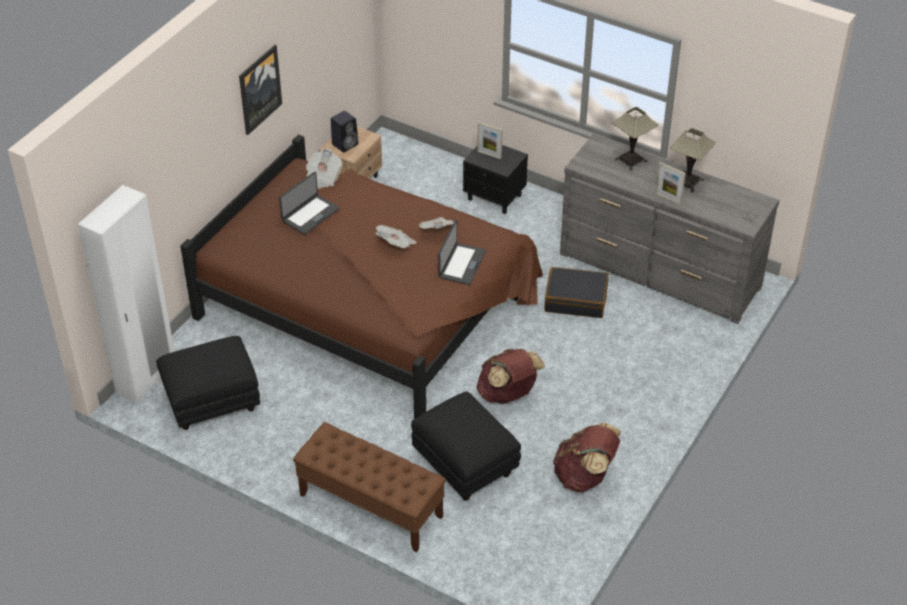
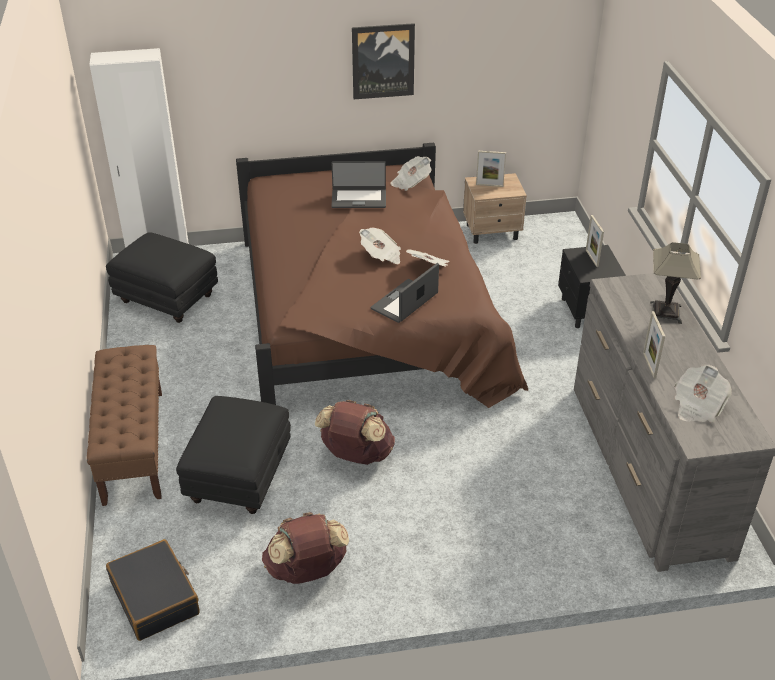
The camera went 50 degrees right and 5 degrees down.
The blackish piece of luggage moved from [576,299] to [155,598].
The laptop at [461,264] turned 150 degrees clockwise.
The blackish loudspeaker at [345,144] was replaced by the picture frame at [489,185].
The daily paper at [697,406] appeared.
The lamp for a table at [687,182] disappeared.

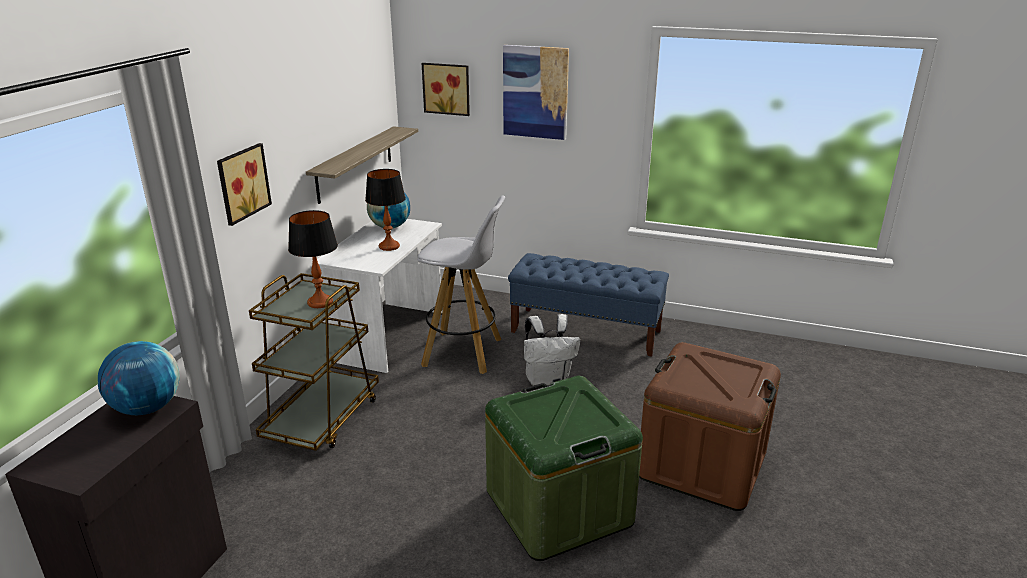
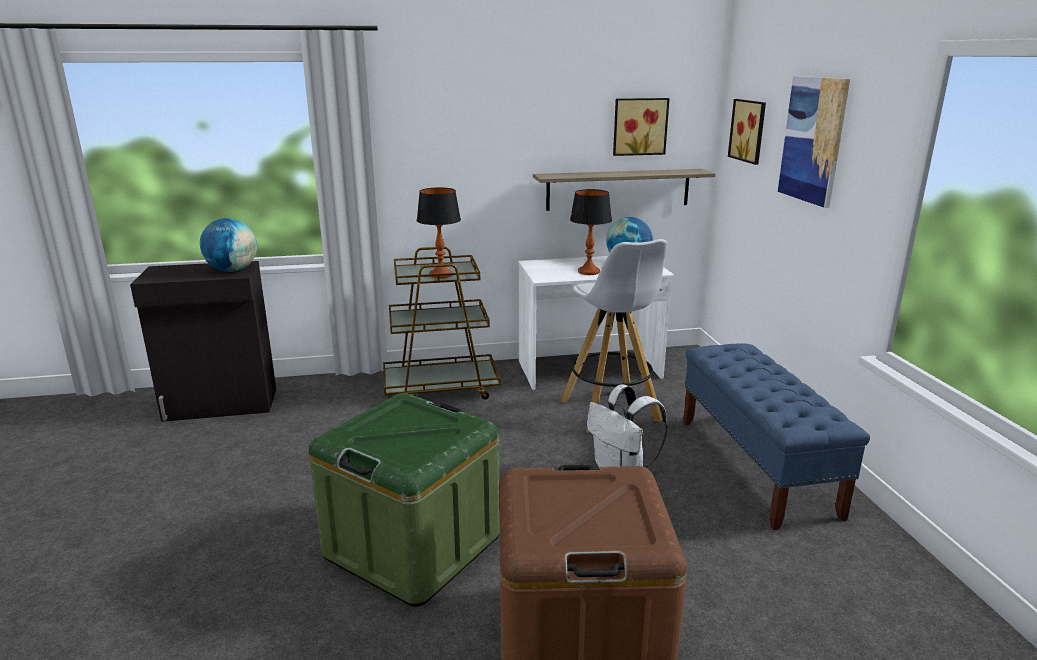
The camera went 60 degrees right and 5 degrees down.
The wall picture moved from [241,183] to [639,126].

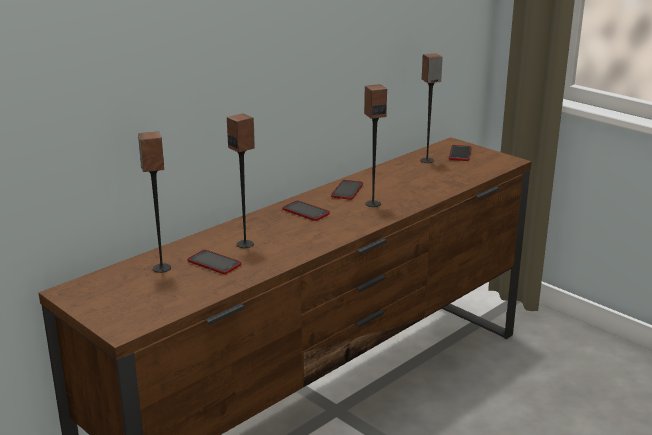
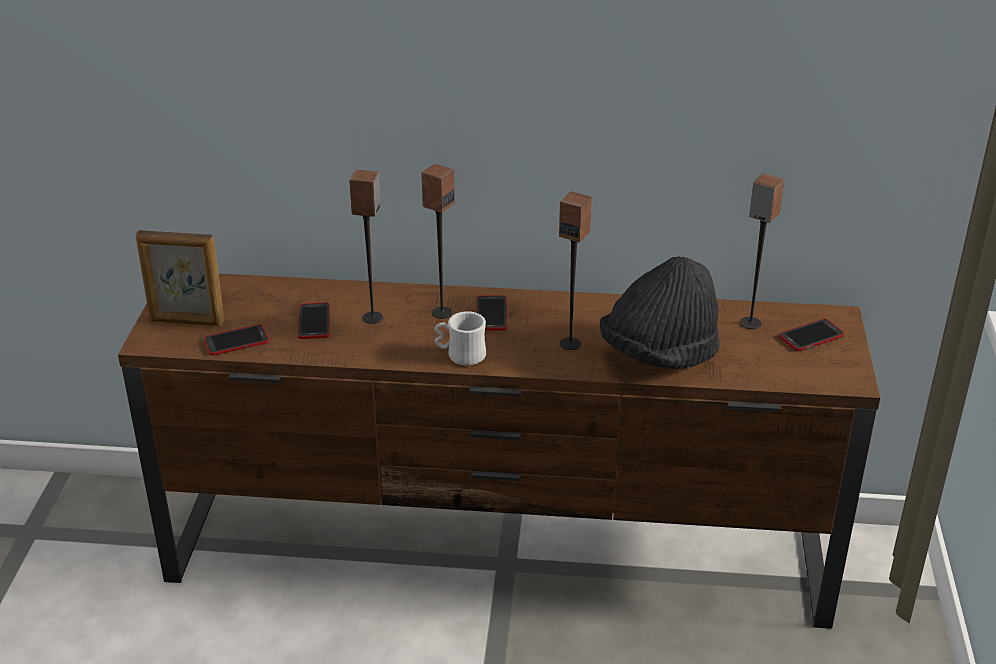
The camera went 50 degrees right and 10 degrees up.
The picture frame at [187,322] appeared.
The telephone moved from [347,190] to [236,341].
The loudspeaker moved from [161,268] to [441,312].
The whitish mug at [460,355] appeared.
The blackish wearable hat at [659,354] appeared.

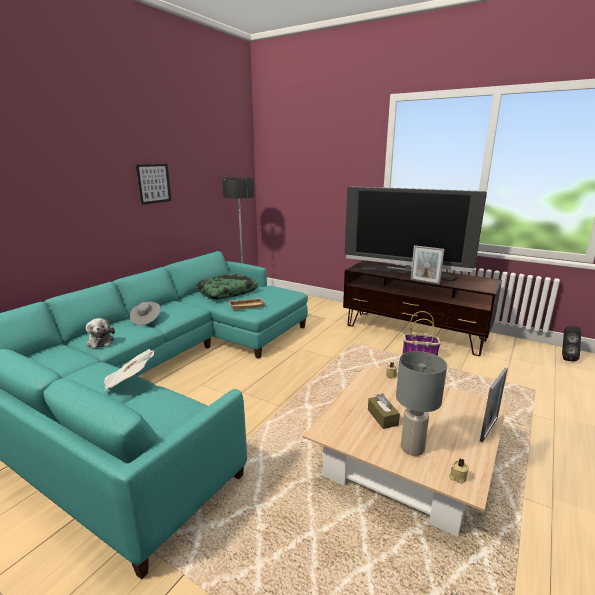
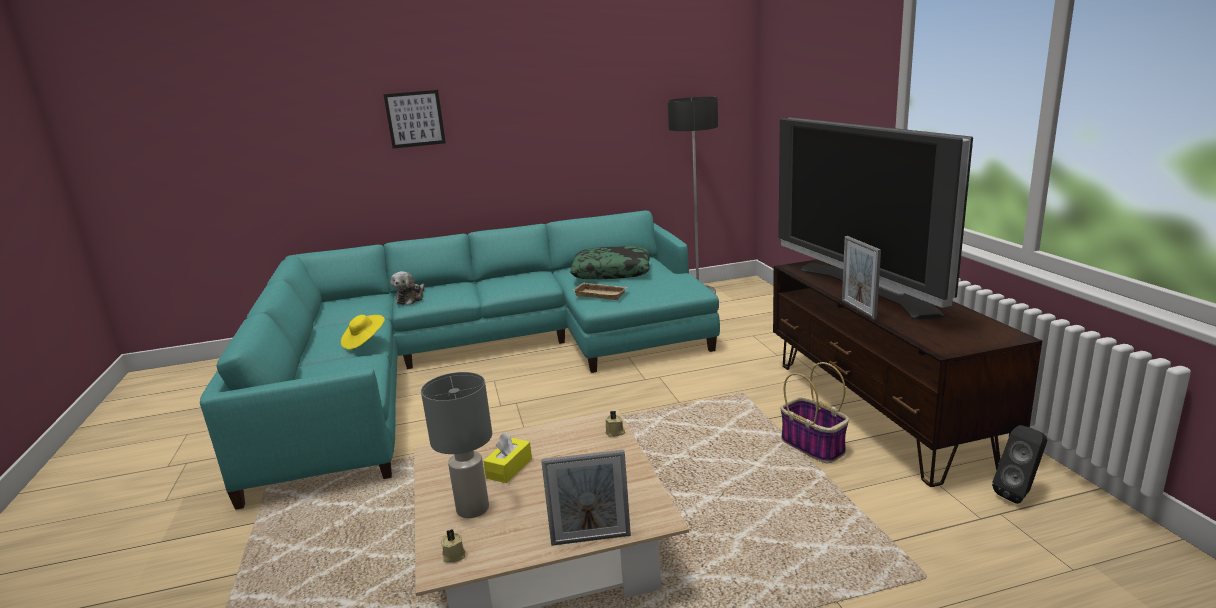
The camera went 45 degrees right and 0 degrees up.
The daily paper at [129,381] was replaced by the yellow-coloured wearable hat at [364,341].
The wall picture moved from [153,183] to [415,119].
The brown-coloured tissue holder at [382,417] became the yellow-coloured tissue holder at [509,468].
The blackish loudspeaker moved from [565,357] to [1019,494].
The gray wearable hat at [146,319] disappeared.

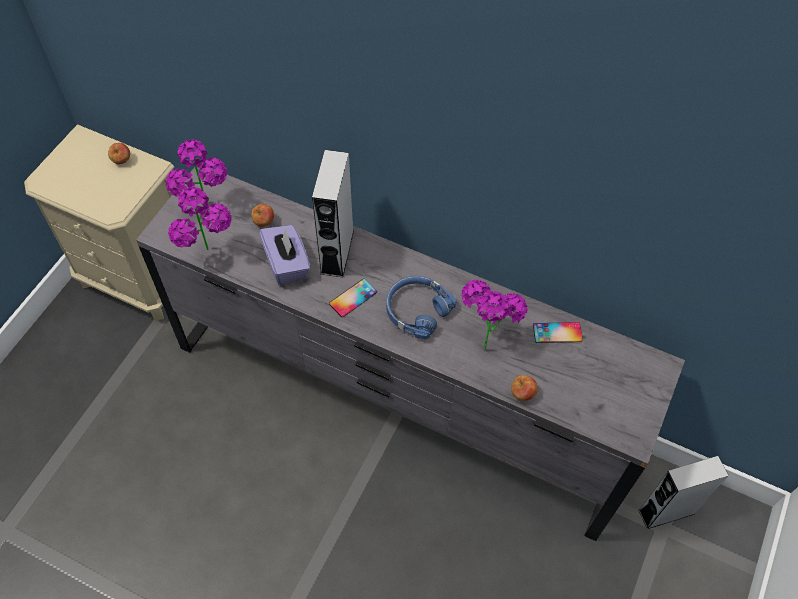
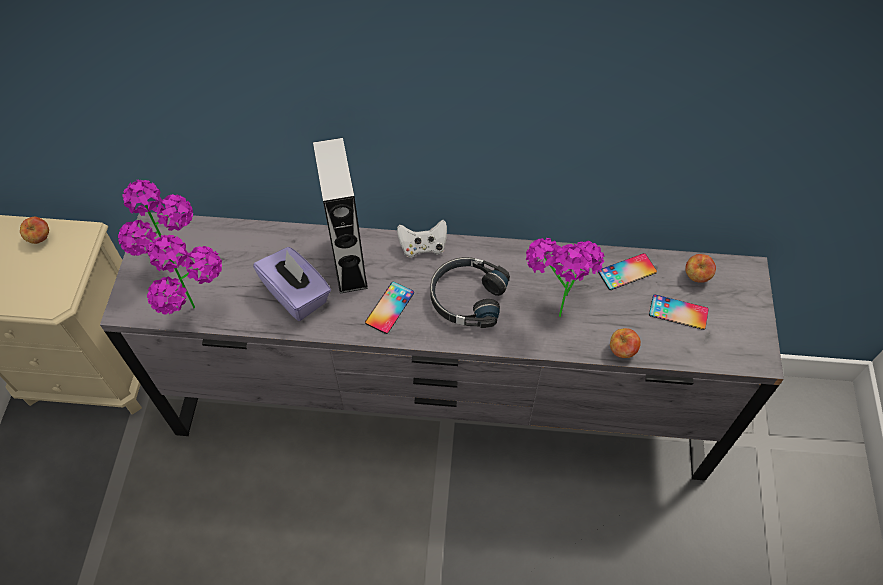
The camera went 20 degrees left and 0 degrees up.
The whitish gamepad at [423,247] appeared.
The bluish pair of headphones at [416,310] became the blackish pair of headphones at [466,297].
The telephone at [678,312] appeared.
The apple moved from [264,222] to [696,276].
The gray loudspeaker at [666,512] disappeared.

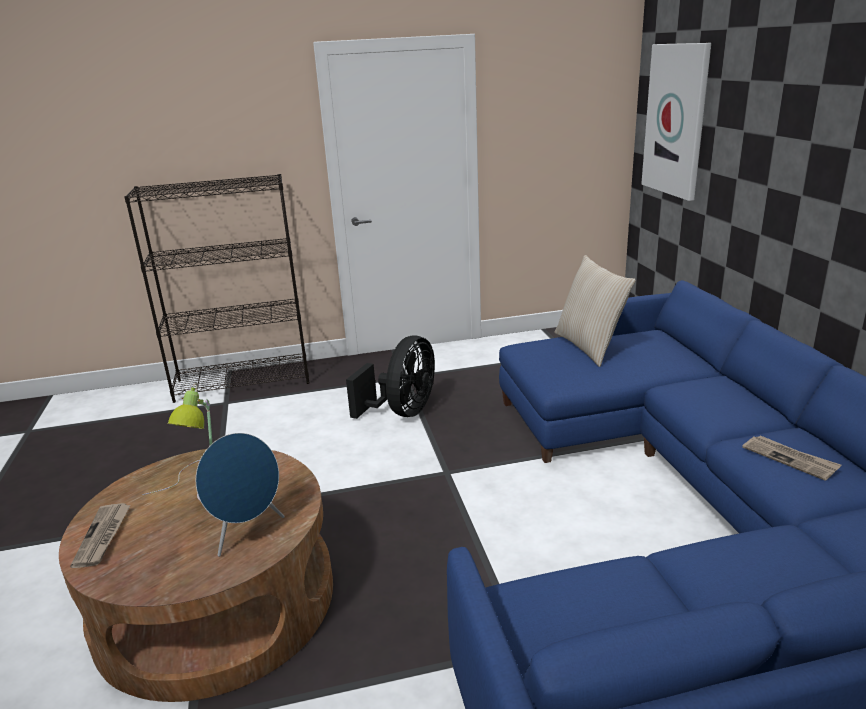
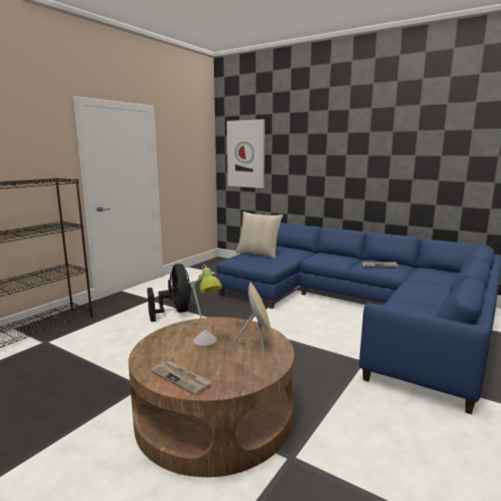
The camera went 45 degrees left and 10 degrees down.
The bluish loudspeaker at [248,532] became the beige-coloured loudspeaker at [257,344].

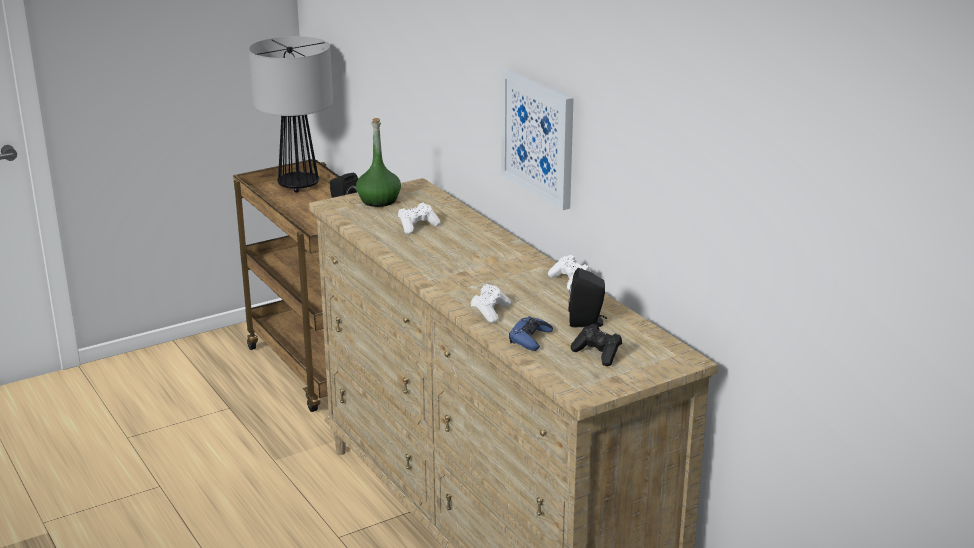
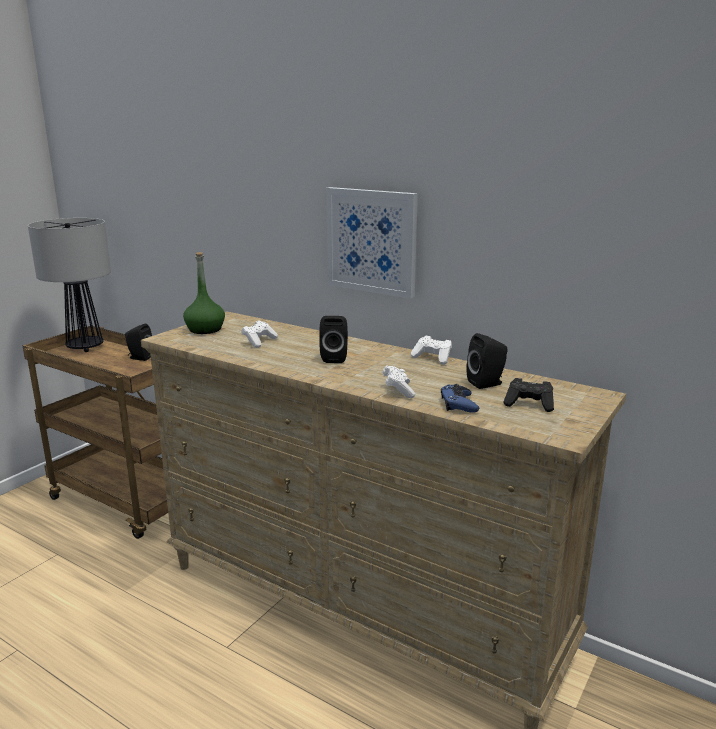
The camera went 25 degrees left and 5 degrees down.
The blackish loudspeaker at [335,358] appeared.

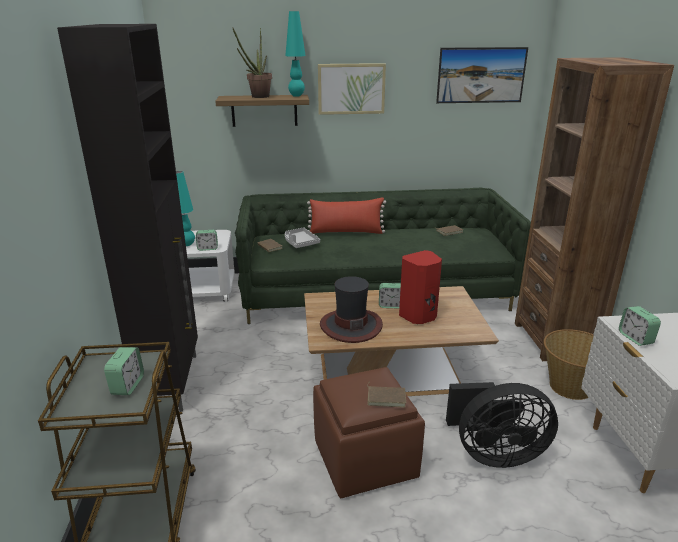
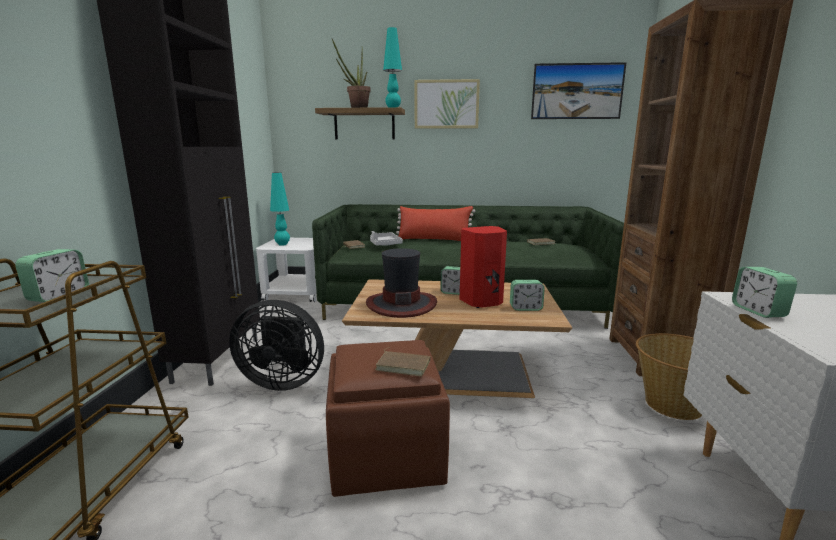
The camera went 10 degrees right and 10 degrees down.
The blackish fan moved from [494,453] to [282,381].
The table clock moved from [207,248] to [525,308].

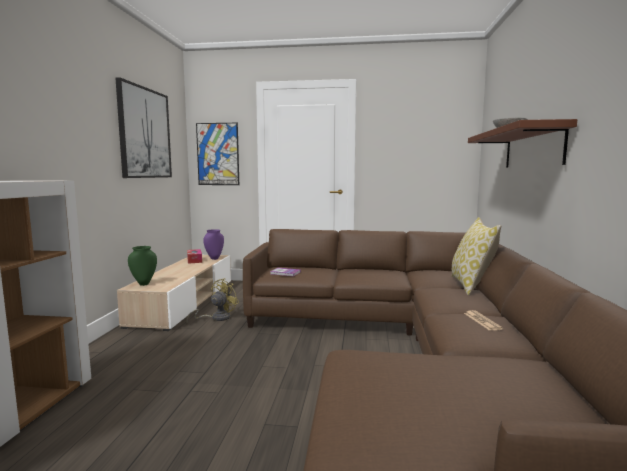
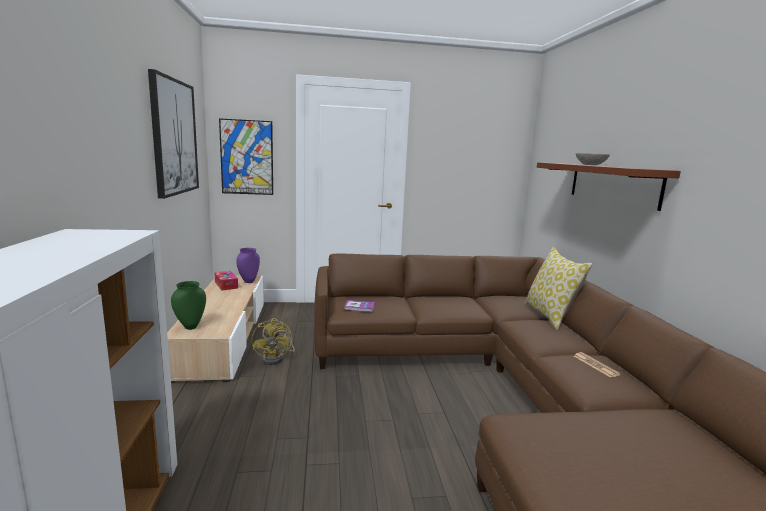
The camera went 15 degrees left and 5 degrees up.
The yellow-coloured fan at [216,318] turned 150 degrees clockwise.

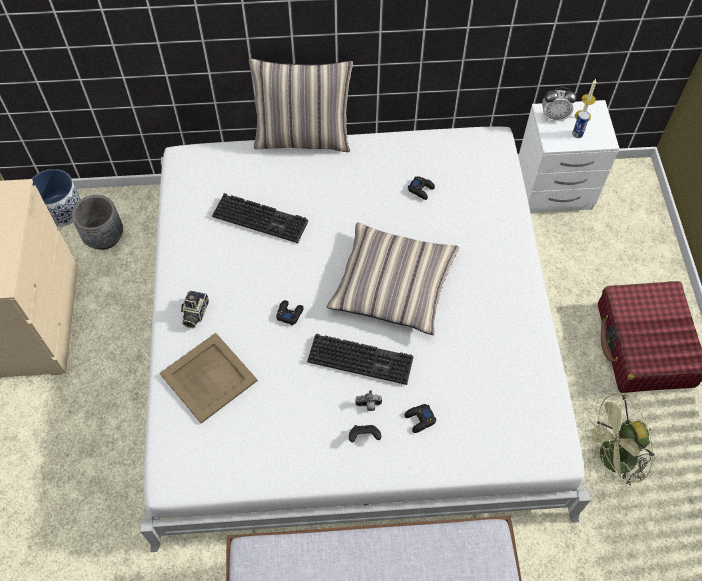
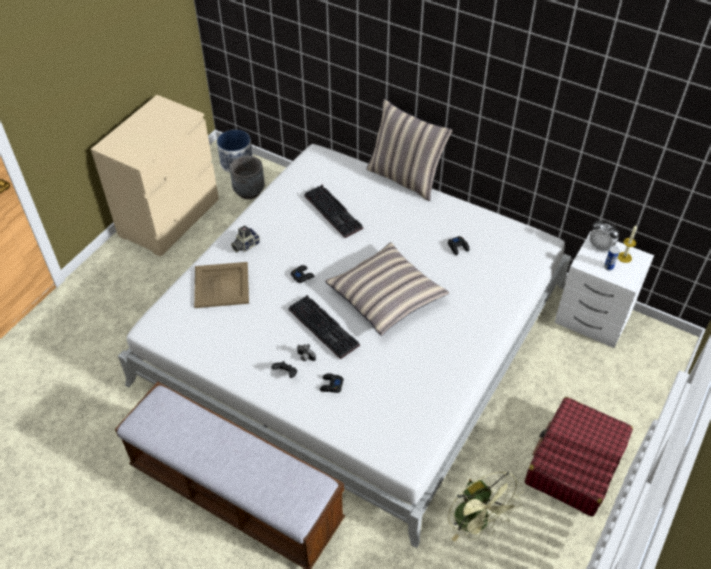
The camera went 35 degrees right and 10 degrees down.
The greenish fan at [610,460] turned 135 degrees counterclockwise.

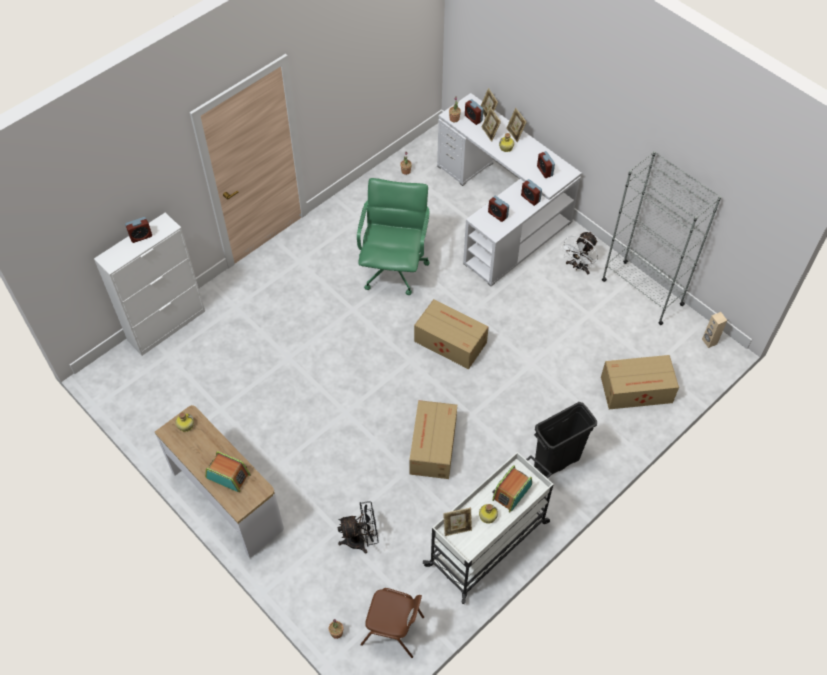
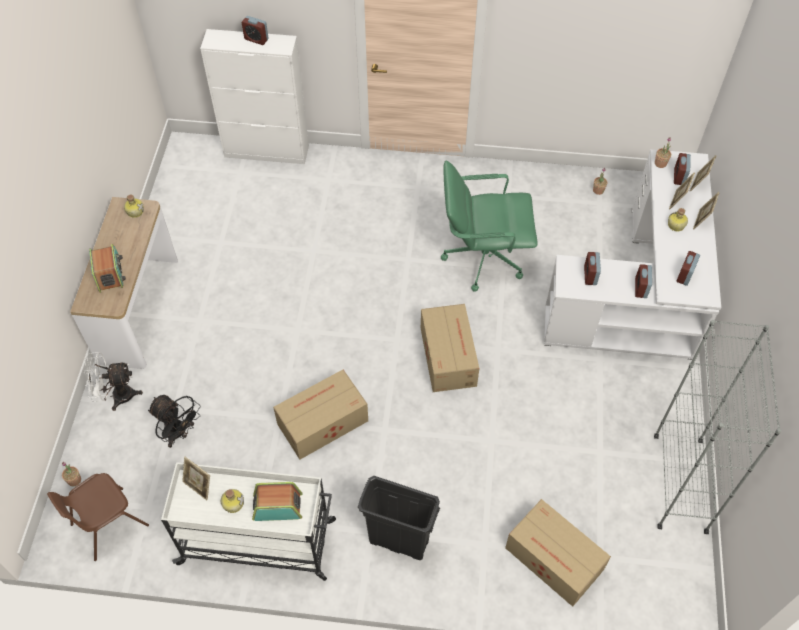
The camera went 50 degrees right and 0 degrees up.
The brown-coloured upright chair at [393,630] turned 75 degrees clockwise.
The whitish fan moved from [578,267] to [117,396].
The greenish computer chair at [393,268] turned 150 degrees counterclockwise.
The beige-coloured loudspeaker at [709,341] disappeared.

